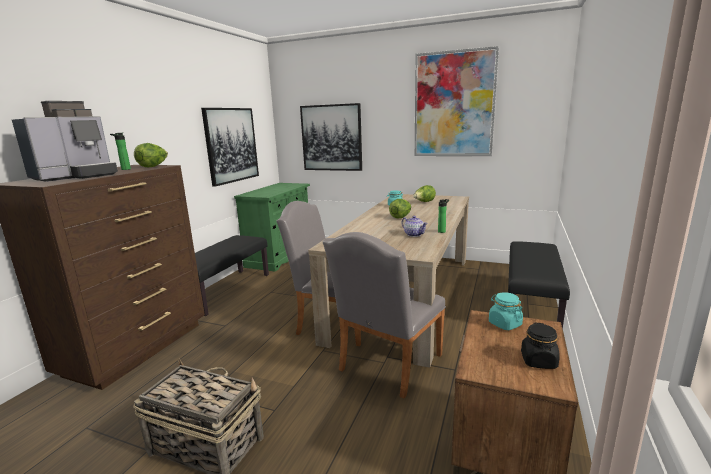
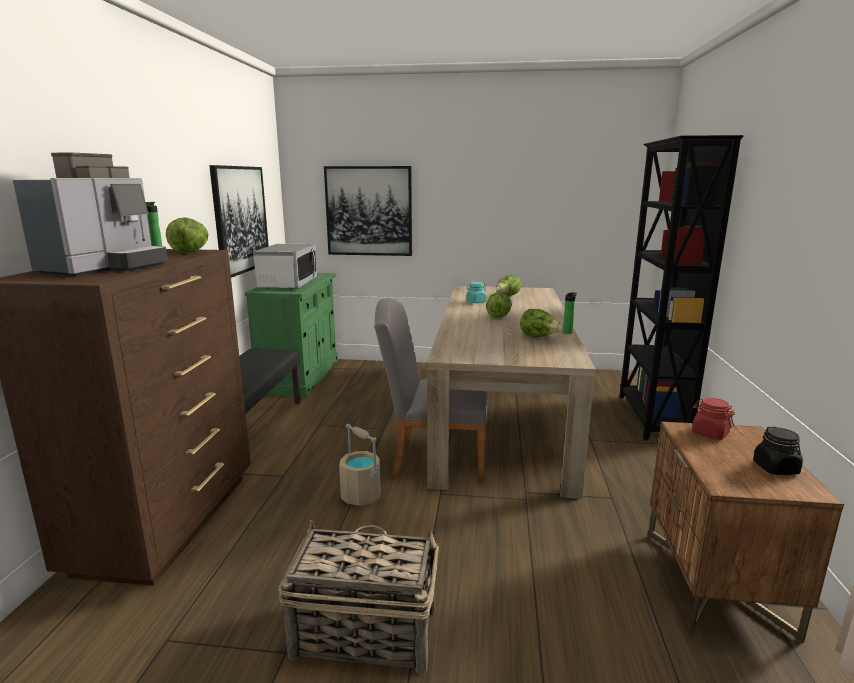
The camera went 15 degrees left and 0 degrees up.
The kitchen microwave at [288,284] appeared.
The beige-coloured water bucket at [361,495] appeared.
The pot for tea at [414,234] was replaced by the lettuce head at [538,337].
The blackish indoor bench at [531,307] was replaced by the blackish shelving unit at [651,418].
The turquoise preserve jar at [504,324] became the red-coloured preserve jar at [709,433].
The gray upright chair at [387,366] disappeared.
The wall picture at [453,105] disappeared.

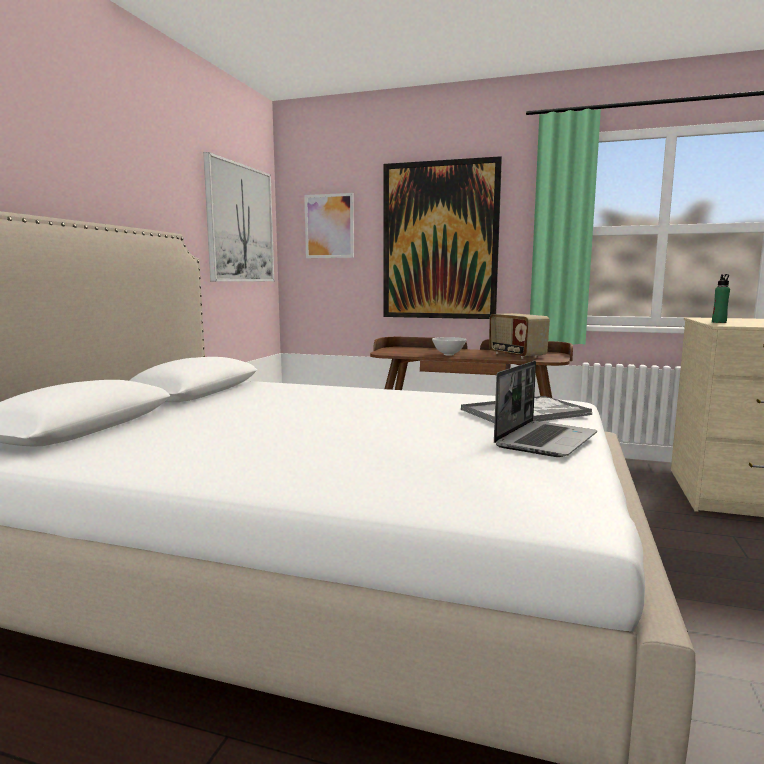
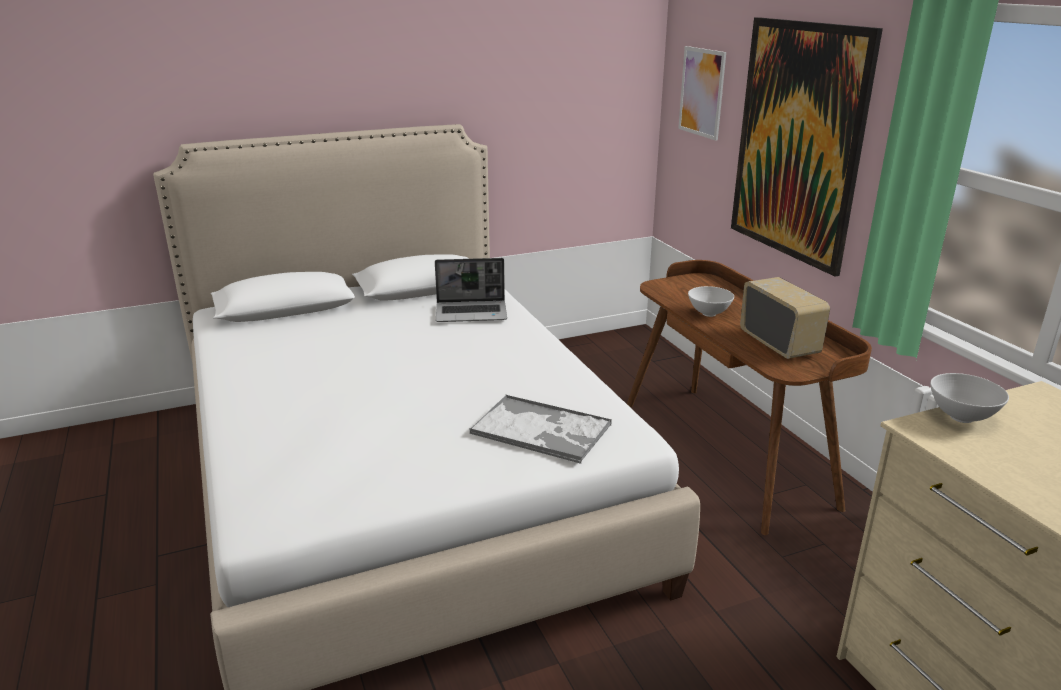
The camera went 50 degrees right and 15 degrees up.
The laptop moved from [545,440] to [472,313].
The radio receiver at [516,355] turned 135 degrees clockwise.
The greenish bottle at [719,322] was replaced by the whitish deep dish at [961,418].
The wall picture at [240,224] disappeared.

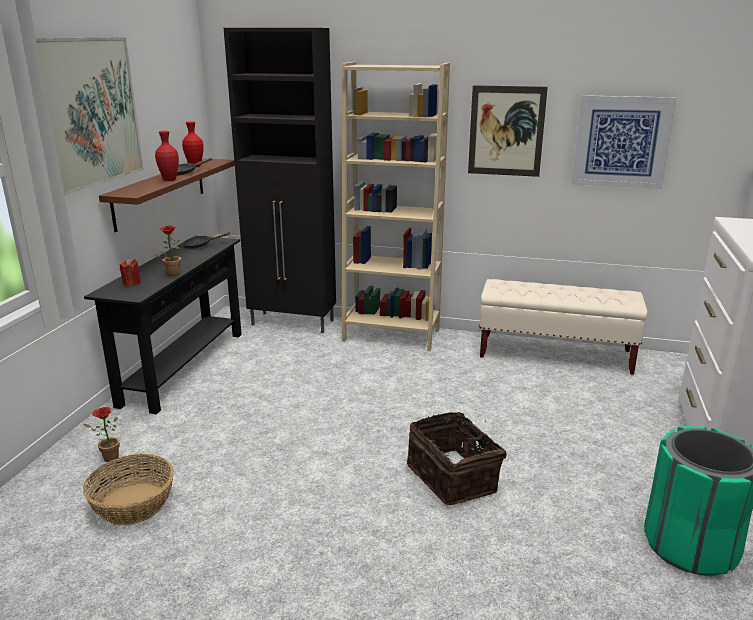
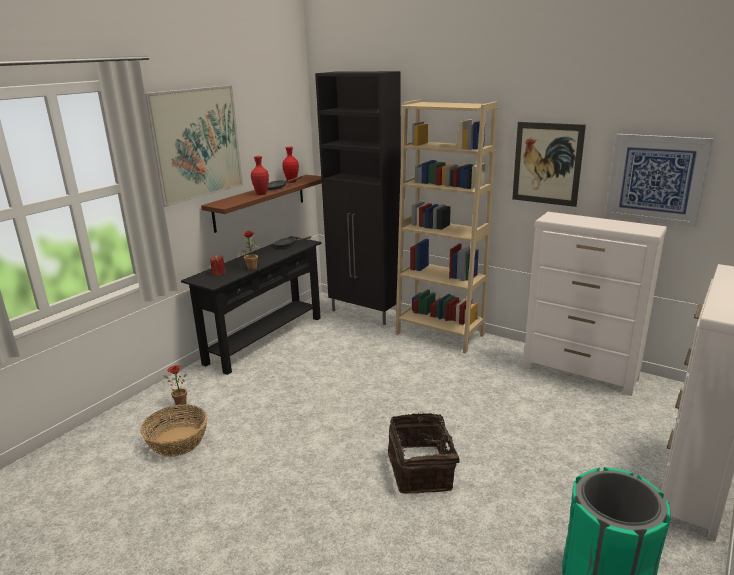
The camera went 20 degrees right and 0 degrees up.
The beige-coloured indoor bench at [555,354] was replaced by the whitish chest of drawers at [580,373].

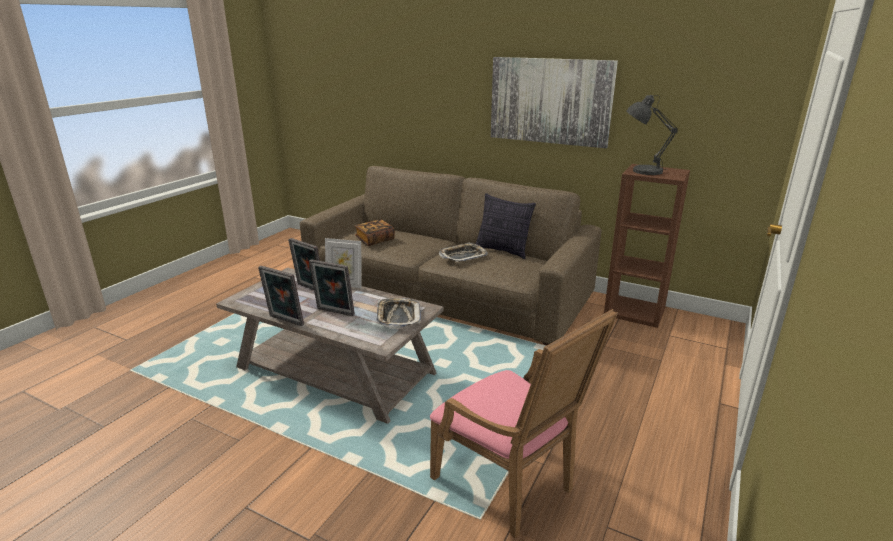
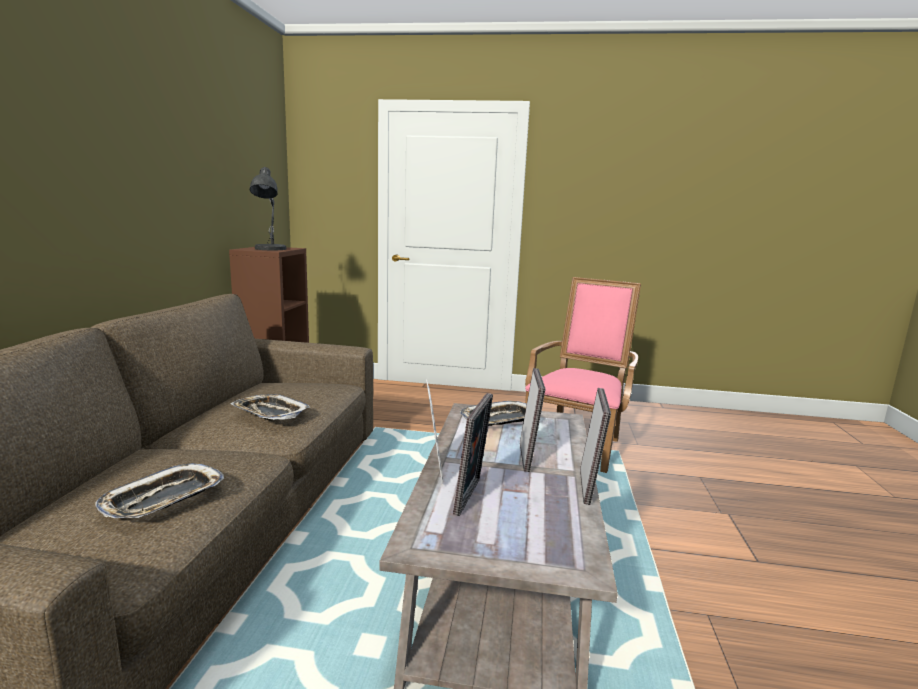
The camera went 110 degrees left and 10 degrees down.
The bound book at [375,240] was replaced by the carrying tray at [163,499].
The cushion at [503,251] disappeared.
The wall picture at [550,101] disappeared.

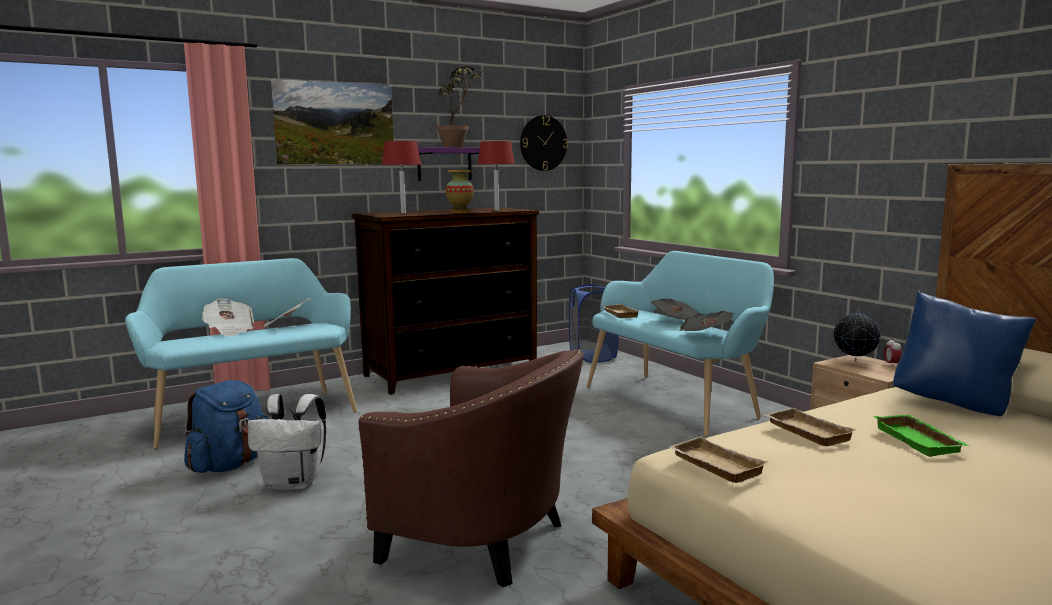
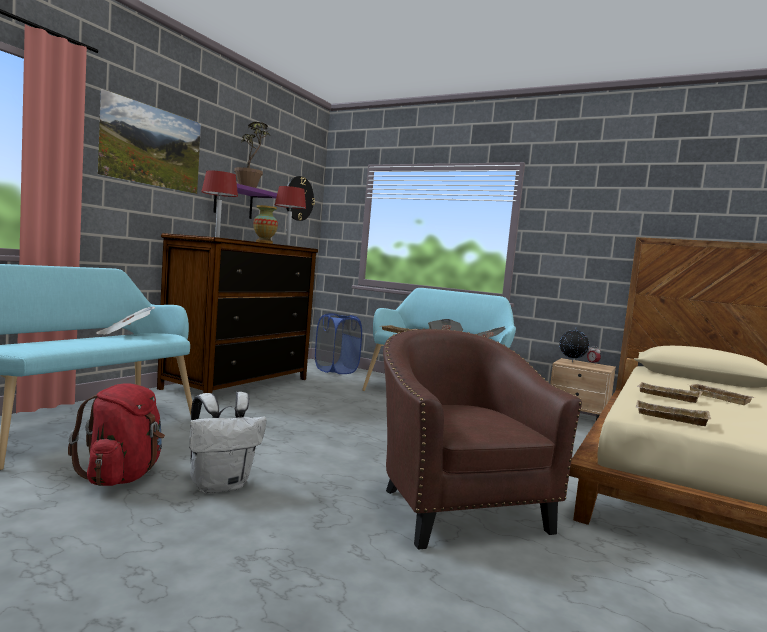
The camera went 30 degrees left and 5 degrees down.
The bluish rucksack at [230,465] became the red-coloured rucksack at [122,476].
The brown-coloured lounge chair at [485,541] turned 105 degrees counterclockwise.
The greenish carrying tray at [920,441] became the beige-coloured carrying tray at [721,398].
The daily paper at [229,331] disappeared.
The bluish cushion at [955,405] disappeared.

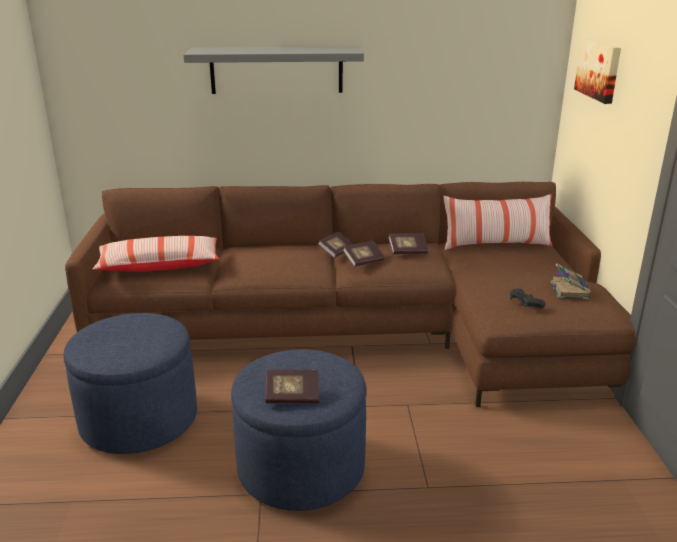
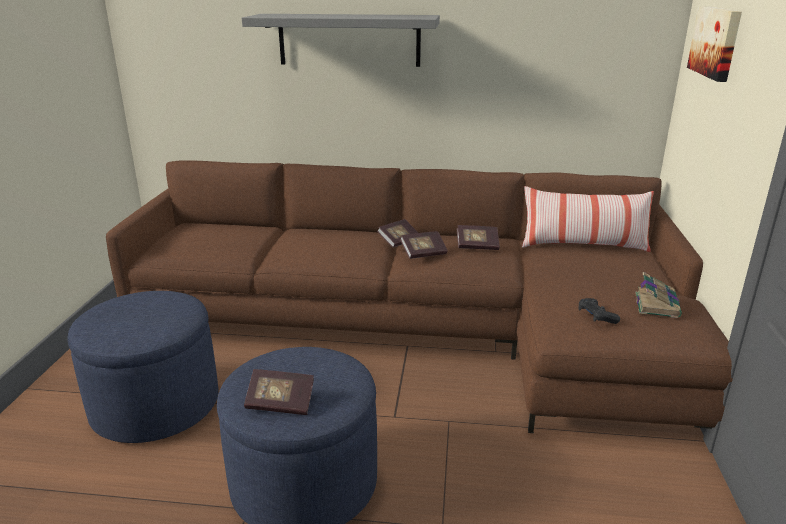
The camera went 10 degrees right and 0 degrees up.
The cushion at [159,265] disappeared.

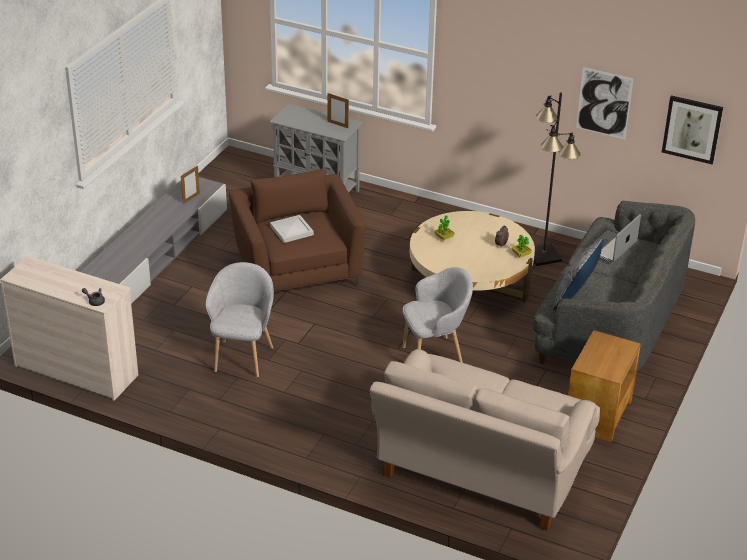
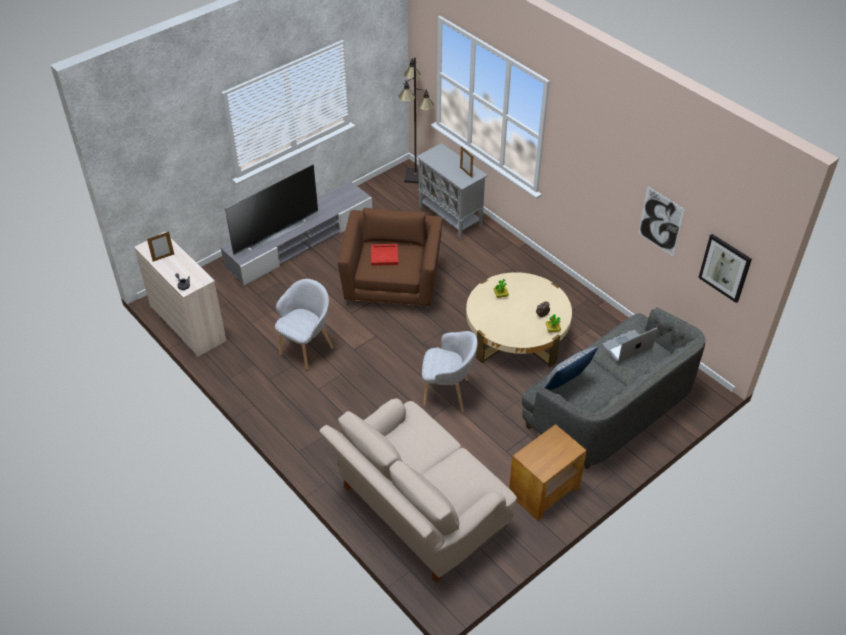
The camera went 25 degrees right and 10 degrees up.
The picture frame moved from [191,198] to [163,257].
The TV at [274,232] appeared.
The whitish carrying tray at [291,231] became the red-coloured carrying tray at [384,256].
The blackish standard lamp moved from [544,255] to [416,176].

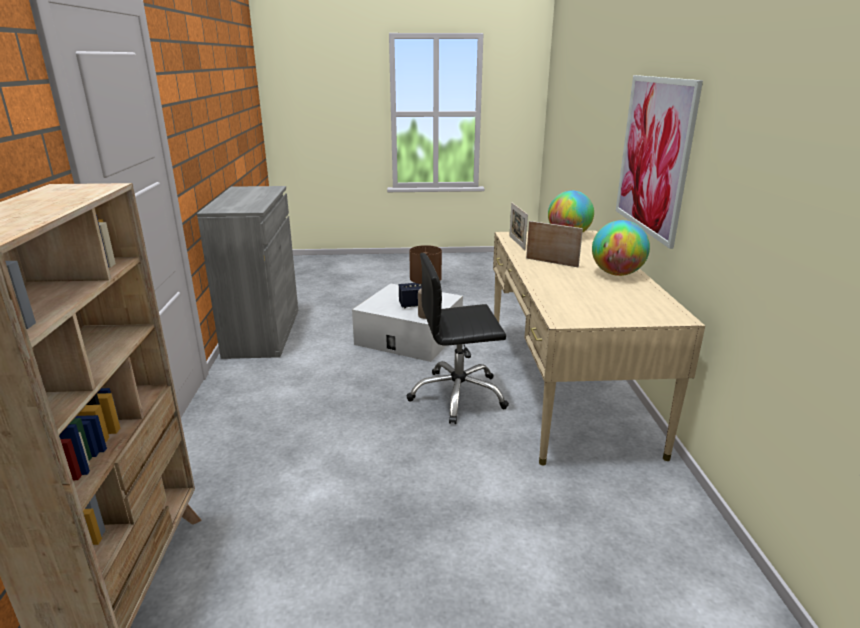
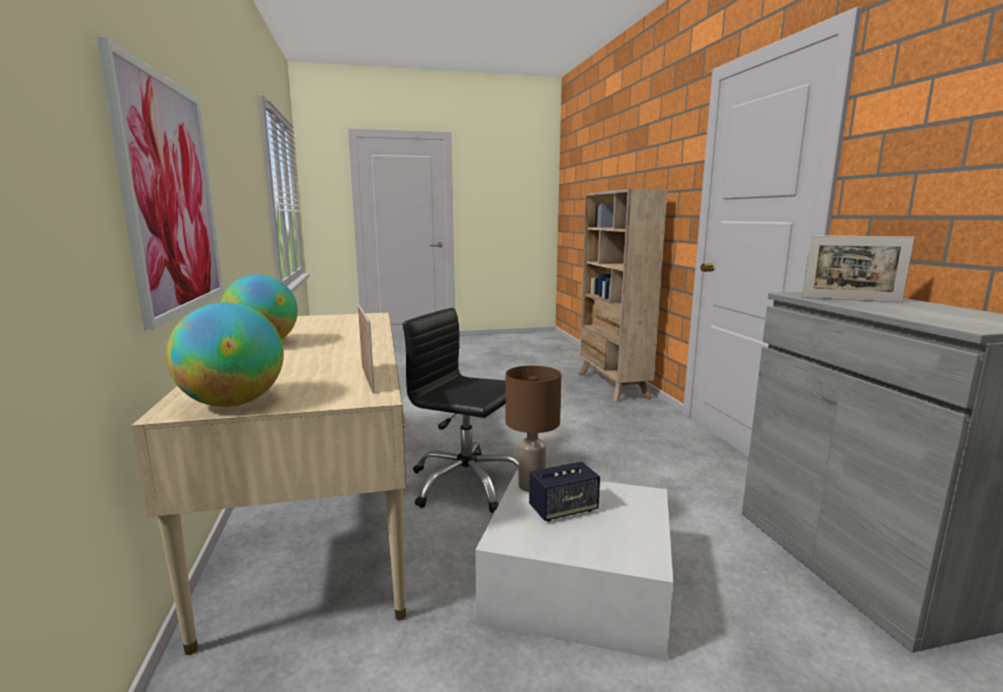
The camera went 170 degrees right and 10 degrees down.
The blackish computer chair at [458,396] turned 135 degrees counterclockwise.
The picture frame moved from [551,262] to [850,299].

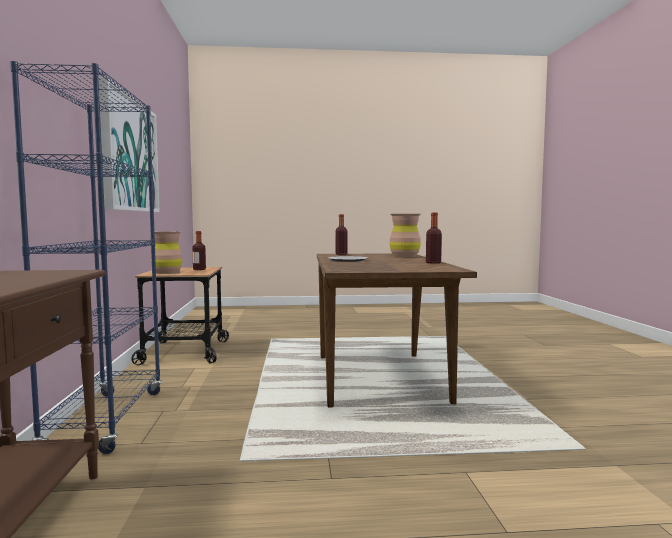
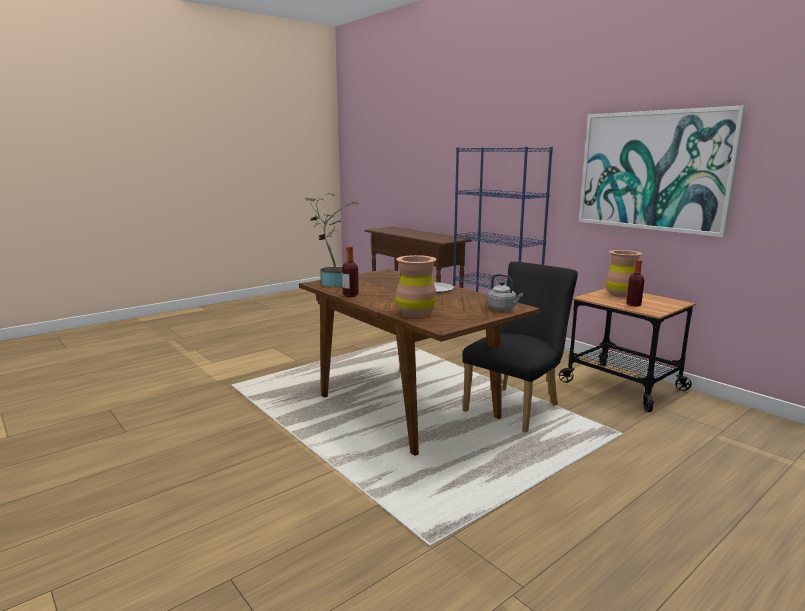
The camera went 145 degrees right and 10 degrees up.
The plant in a pot at [332,282] appeared.
The blackish upright chair at [516,406] appeared.
The bottle at [341,254] was replaced by the gray tea kettle at [502,309].

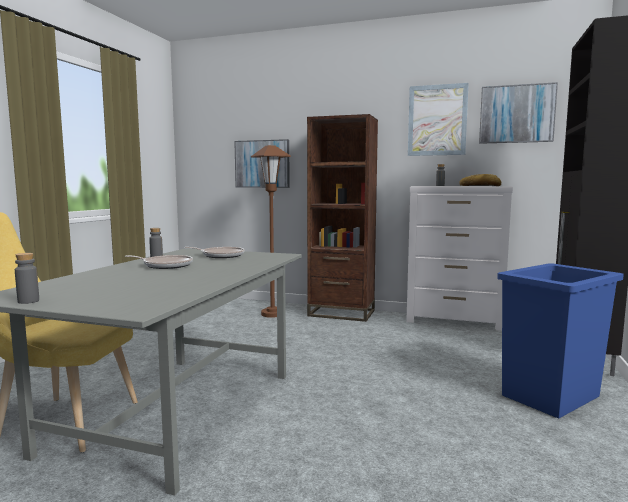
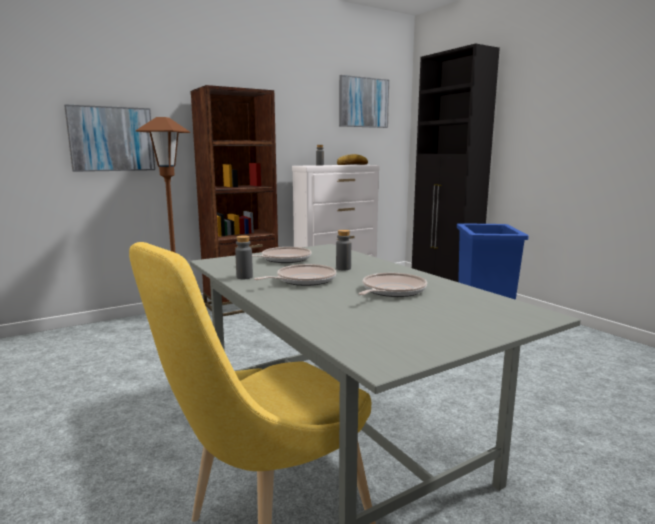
The camera went 50 degrees left and 5 degrees up.
The gray bottle moved from [28,301] to [343,268].
The pan at [391,291] appeared.
The wall picture at [437,120] disappeared.

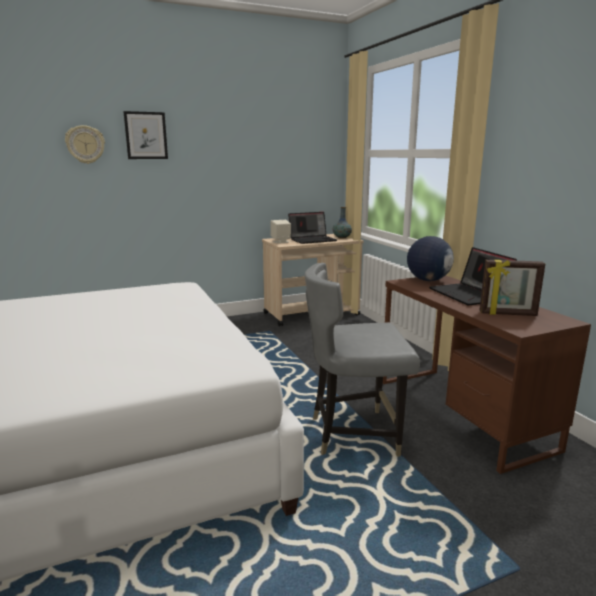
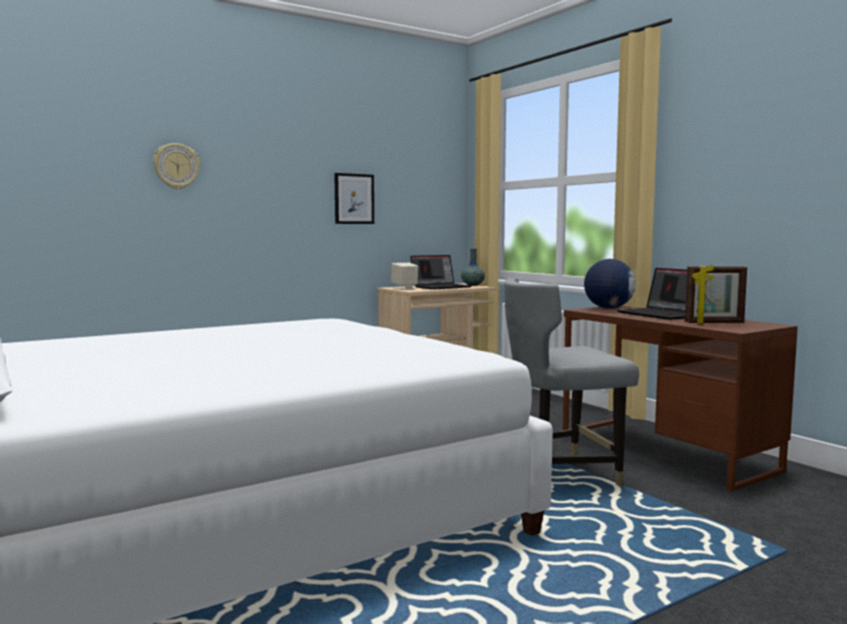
The camera went 10 degrees left and 10 degrees down.
The wall picture moved from [146,135] to [354,199].

